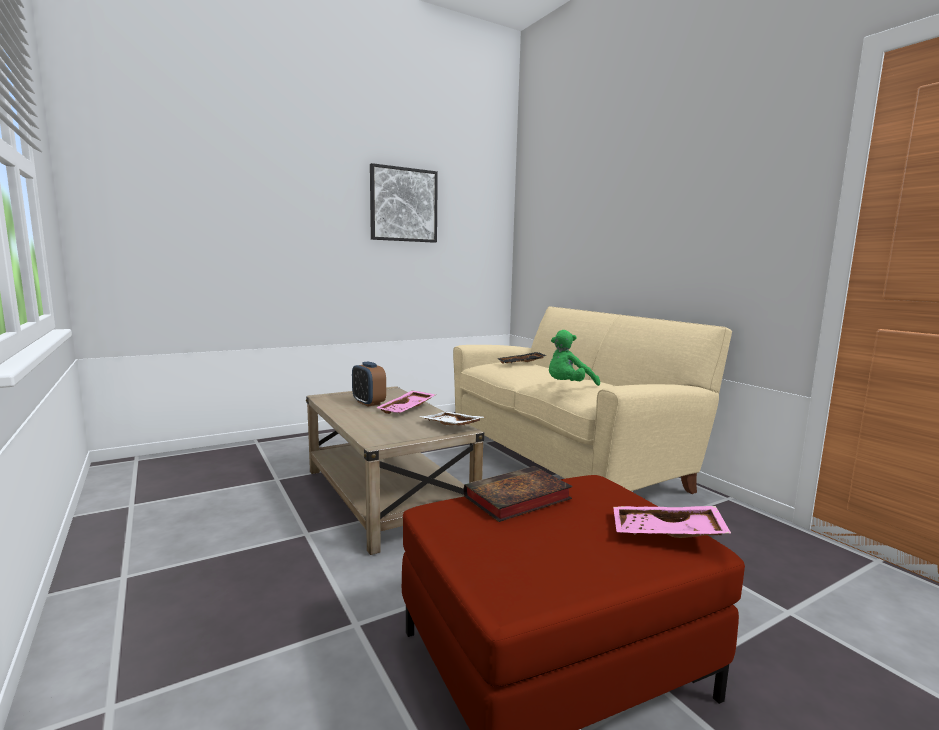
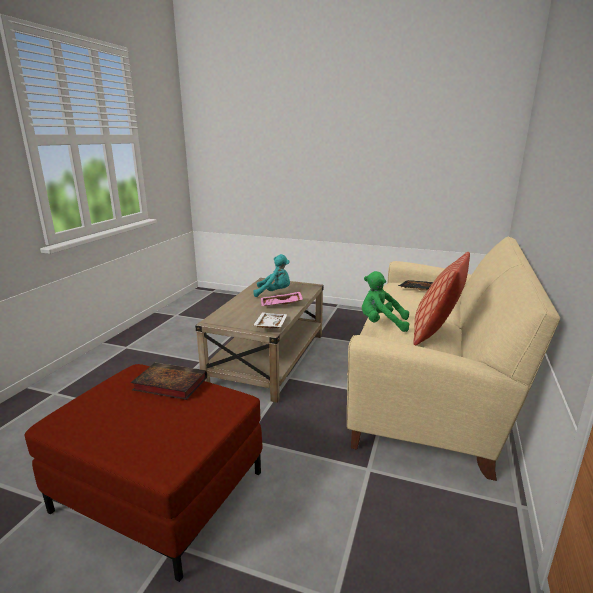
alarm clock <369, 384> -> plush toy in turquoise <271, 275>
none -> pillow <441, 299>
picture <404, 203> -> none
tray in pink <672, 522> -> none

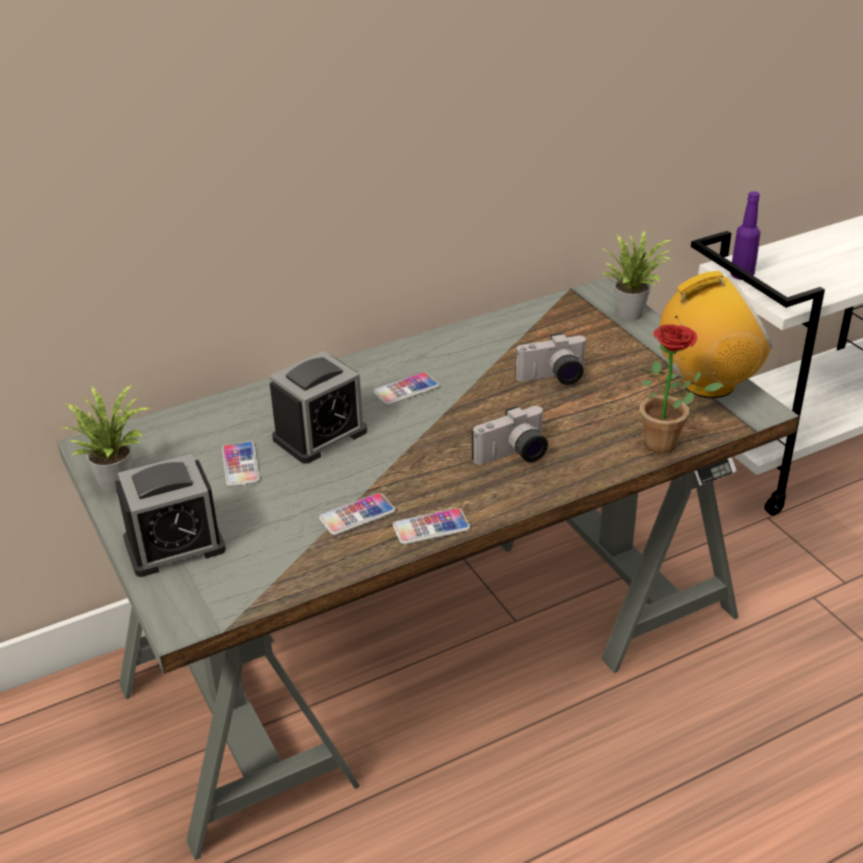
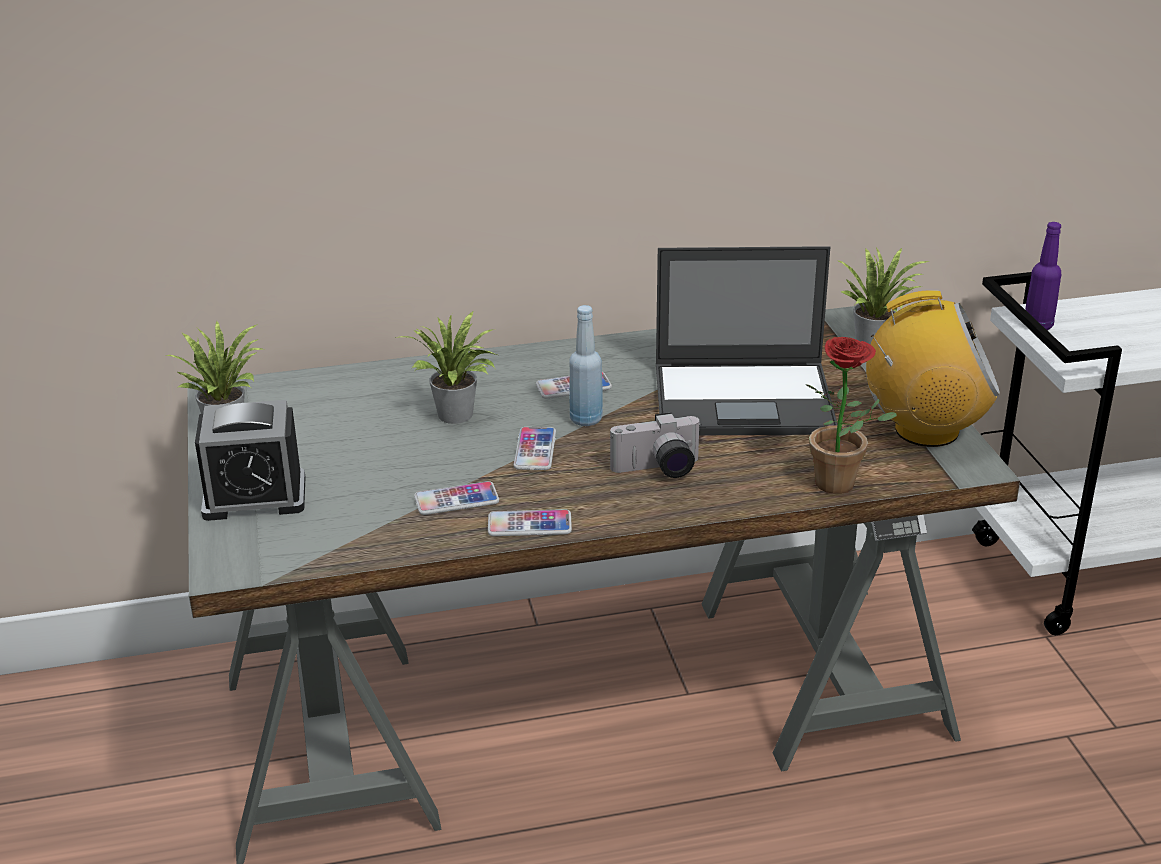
alarm clock <318, 407> -> potted plant <446, 367>
phone <241, 464> -> phone <534, 448>, shifted
none -> bottle in blue <586, 365>
photo camera <551, 359> -> laptop <746, 340>

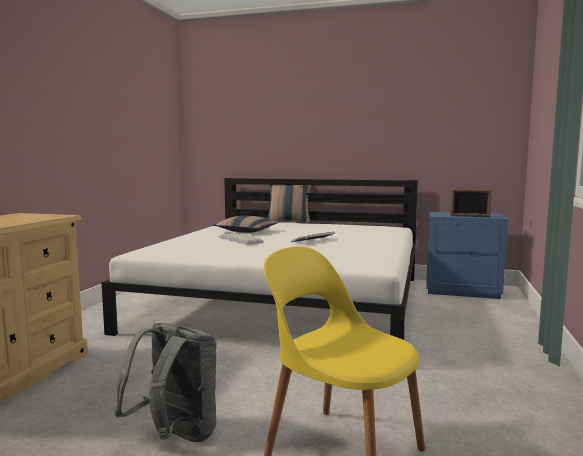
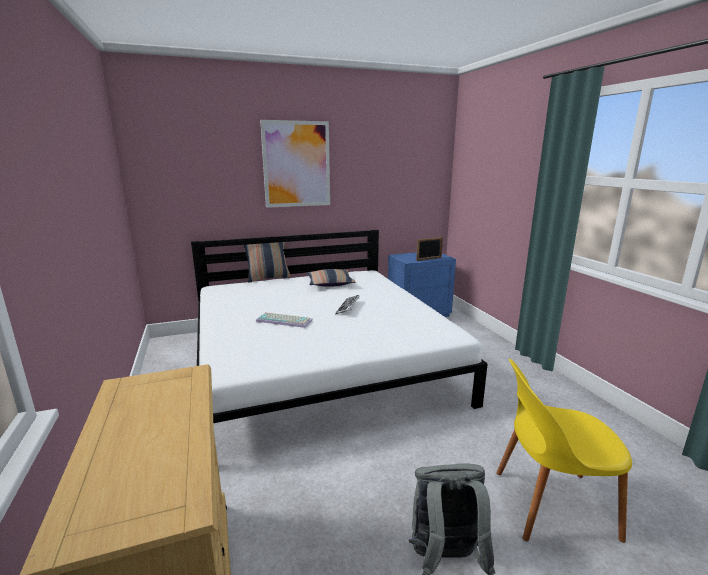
none -> picture <295, 164>
pillow <245, 224> -> pillow <331, 278>, shifted

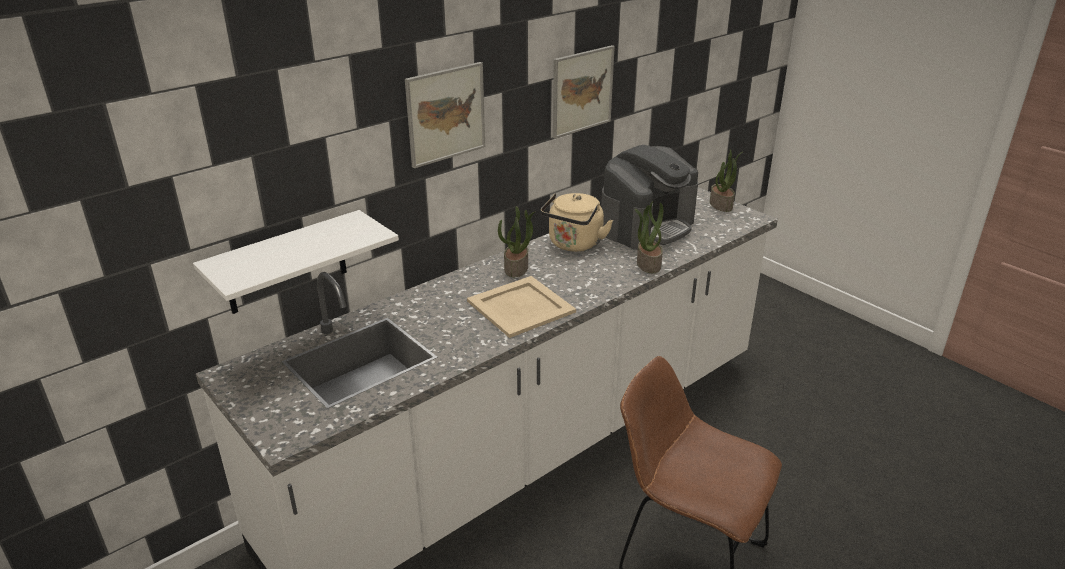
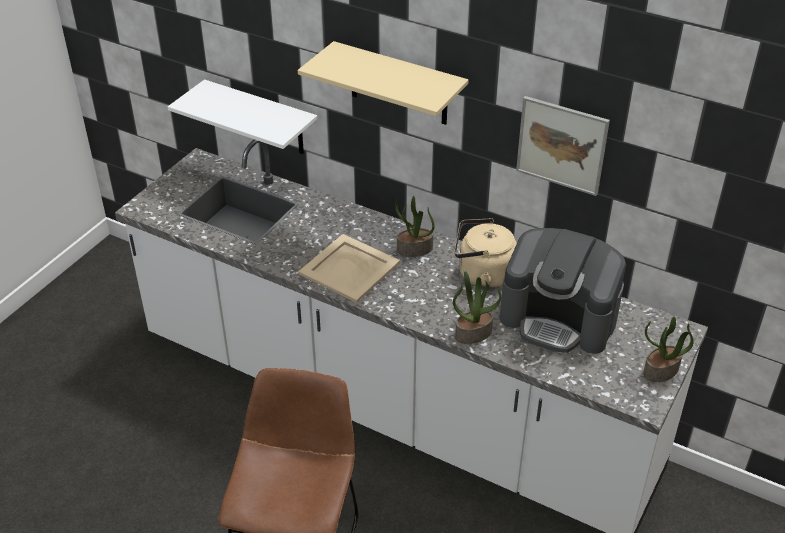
picture <445, 115> -> shelf in beige <383, 83>

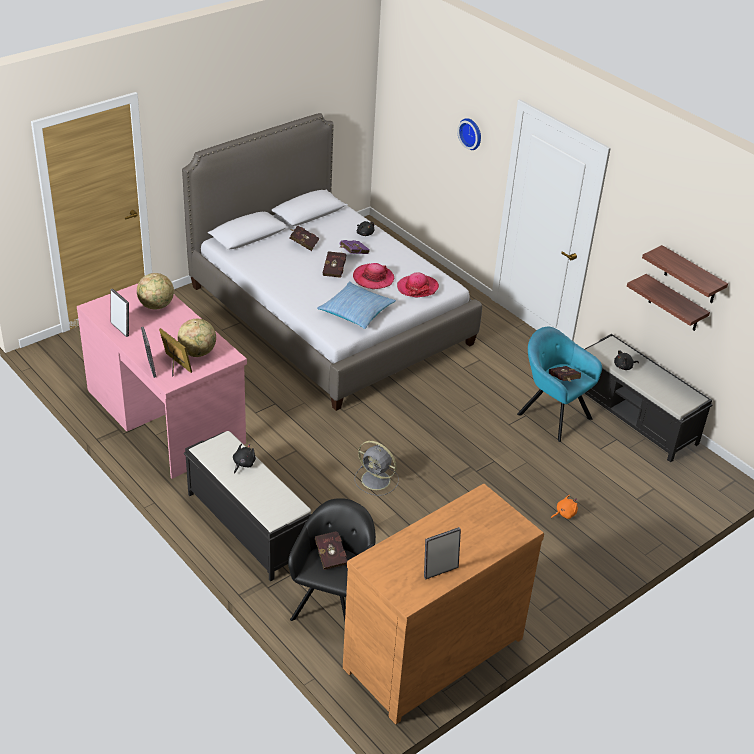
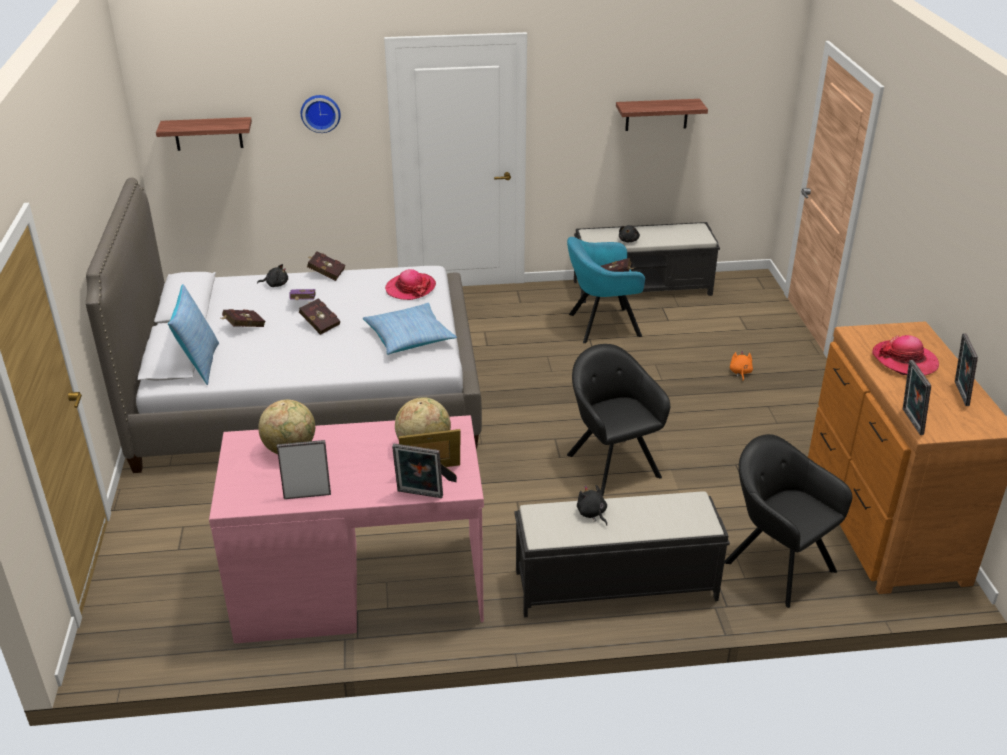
shelf <668, 302> -> shelf <204, 134>, shifted
none -> pillow <193, 335>
book in red <331, 550> -> book in red <326, 266>, shifted
fan in grey <376, 468> -> armchair in black <618, 420>
hat <373, 276> -> hat <905, 355>, shifted
none -> picture frame <917, 397>

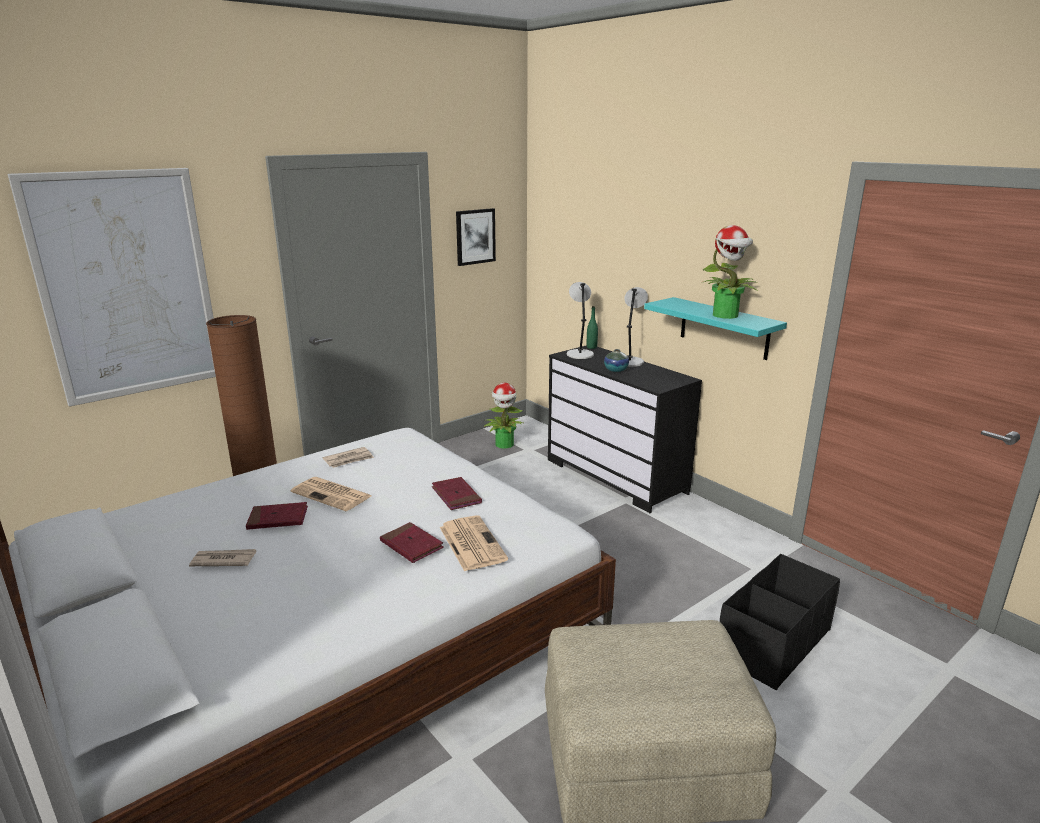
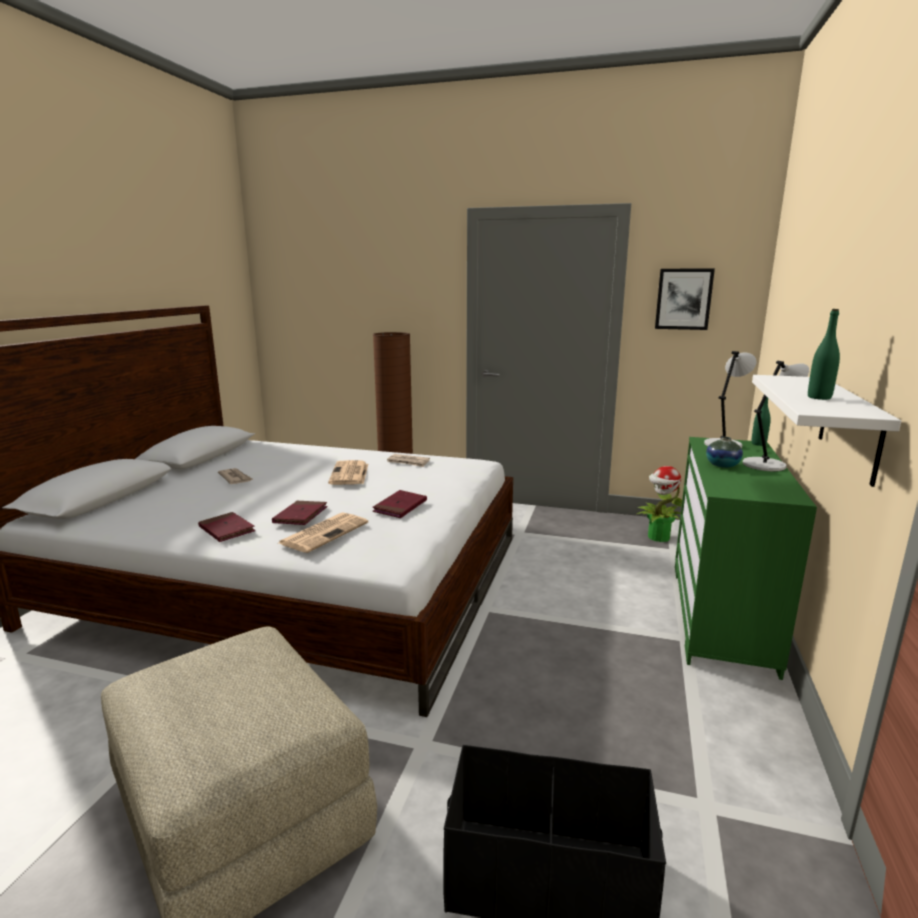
book in red <277, 516> -> book in red <226, 527>, shifted
dresser in black <625, 429> -> dresser in green <746, 558>
shelf in turquoise <715, 328> -> shelf in white <826, 431>
potted plant <729, 272> -> bottle in green <824, 354>
picture <112, 287> -> none

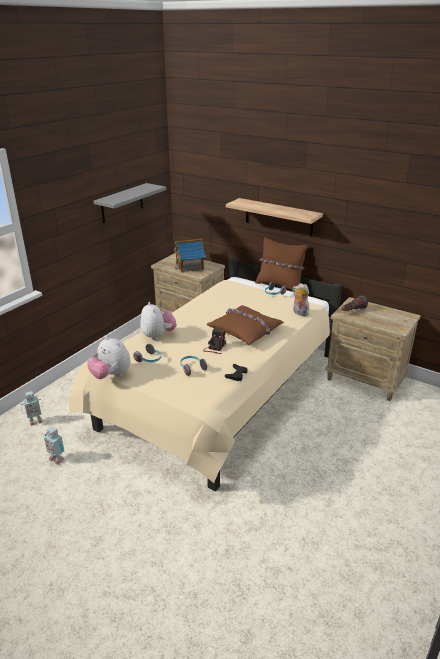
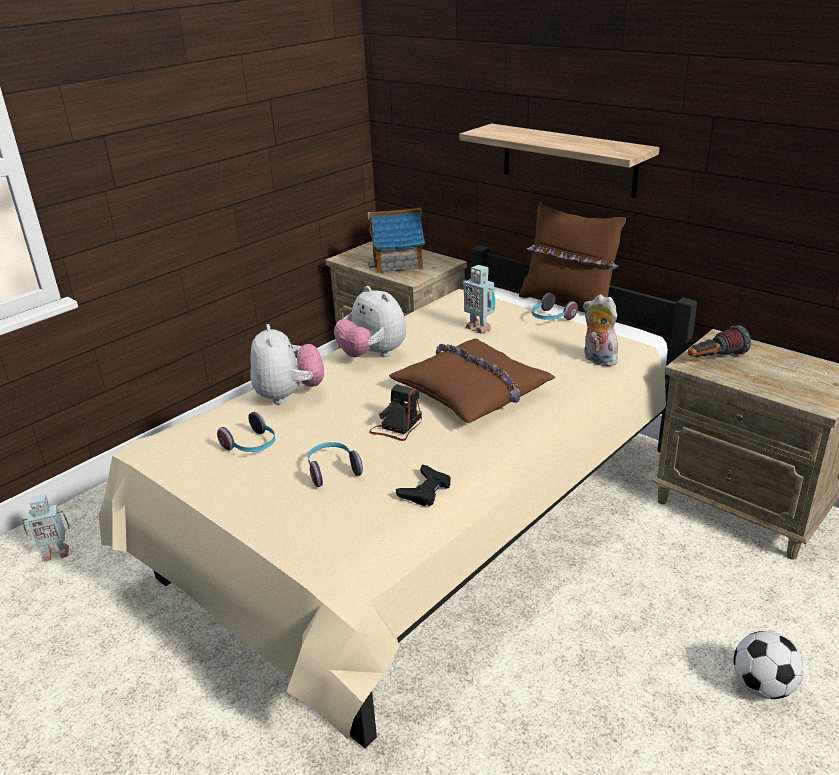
plush toy <109, 357> -> plush toy <370, 321>, shifted
toy robot <54, 446> -> toy robot <479, 299>, shifted
none -> football <769, 665>
shelf in grey <129, 203> -> none

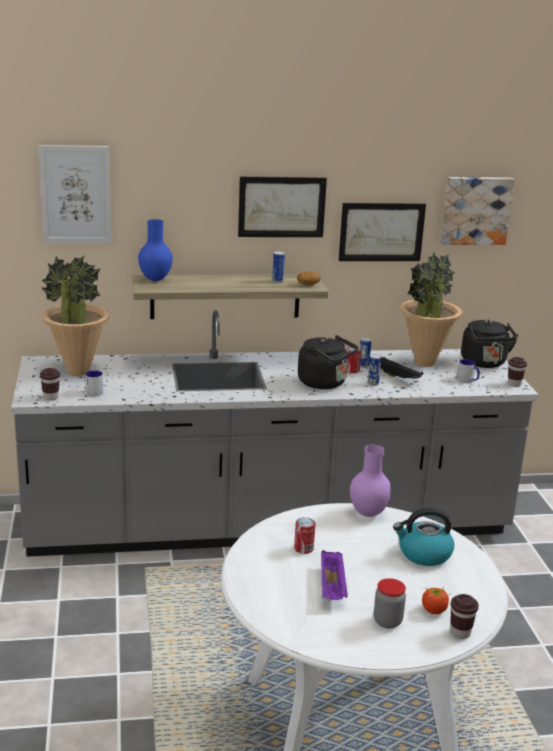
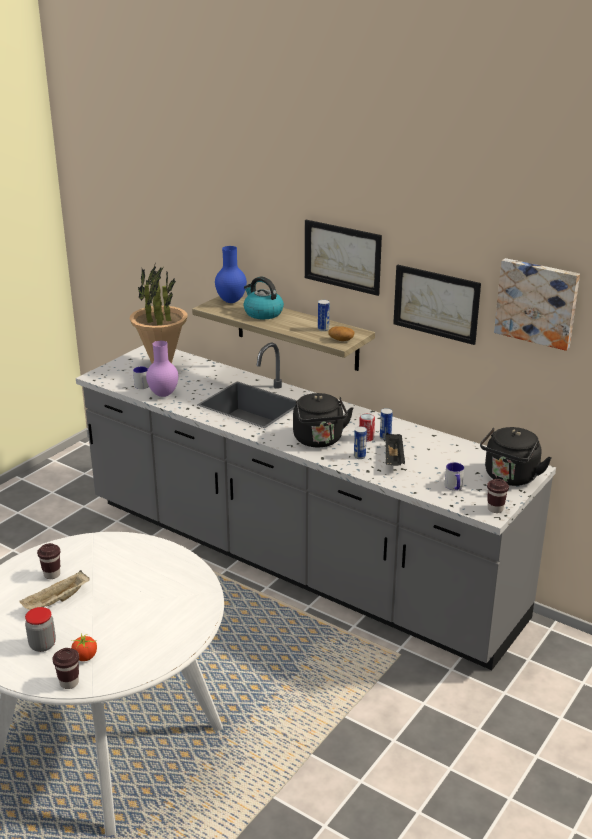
tray in purple <334, 575> -> tray in beige <54, 590>
cup in brown <50, 384> -> cup in brown <48, 561>, shifted
vase in purple <371, 481> -> vase in purple <162, 369>, shifted
kettle <423, 537> -> kettle <264, 298>, shifted
picture <75, 194> -> none
can <304, 535> -> none
potted plant <431, 309> -> none

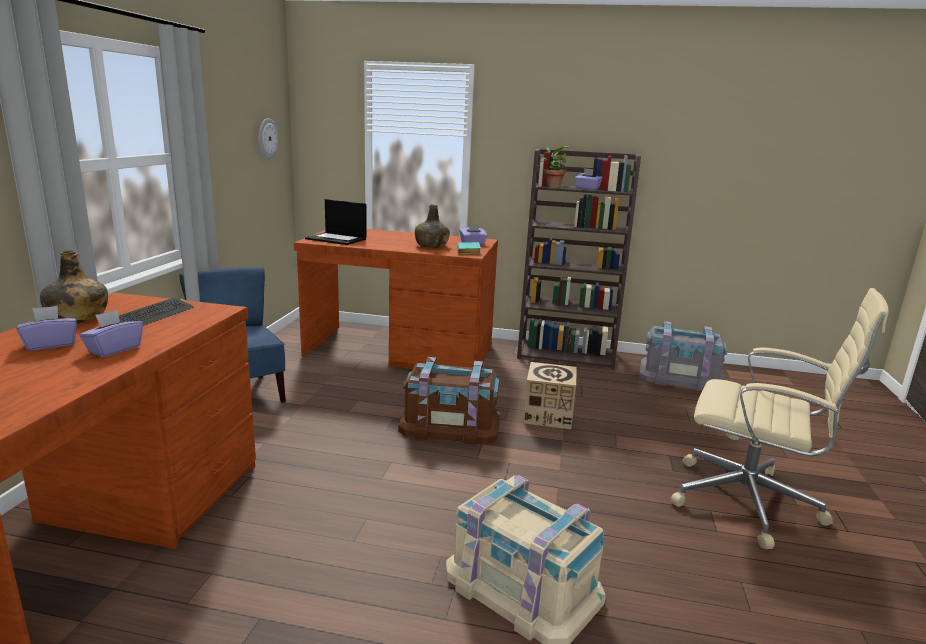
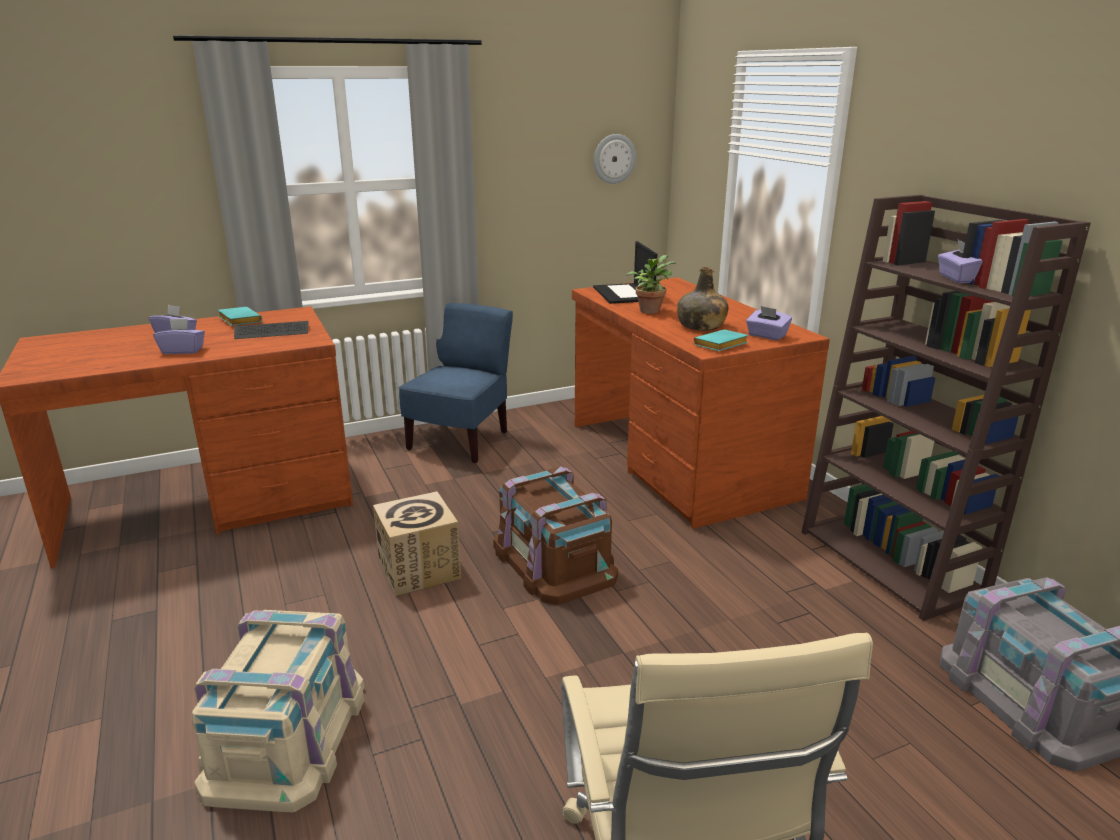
bottle in green <74, 286> -> book in turquoise <240, 316>
cardboard box <550, 395> -> cardboard box <417, 543>, shifted
potted plant <555, 167> -> potted plant <651, 284>, shifted

